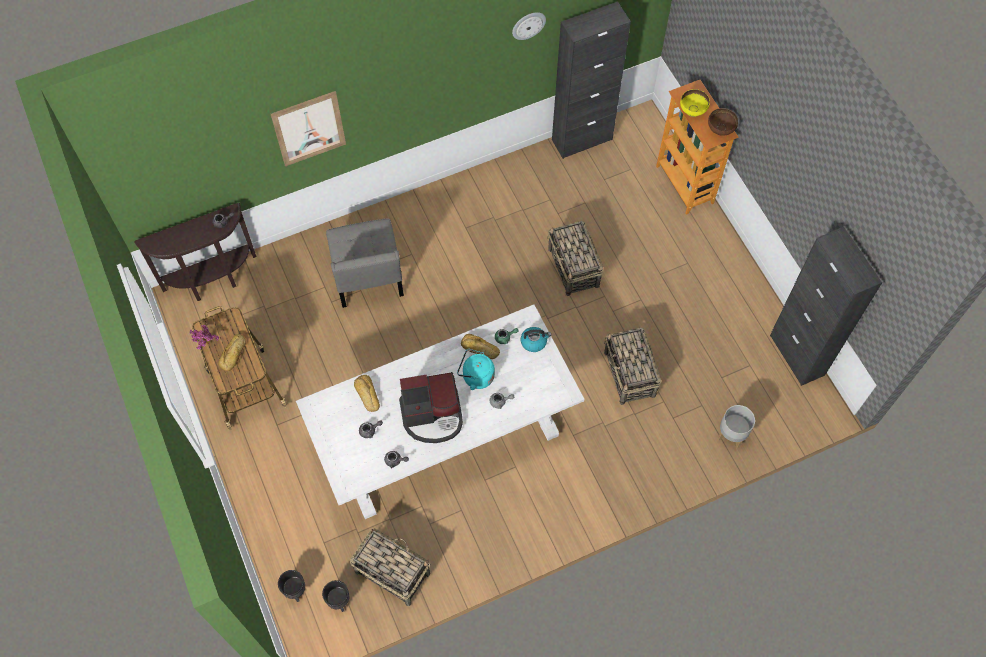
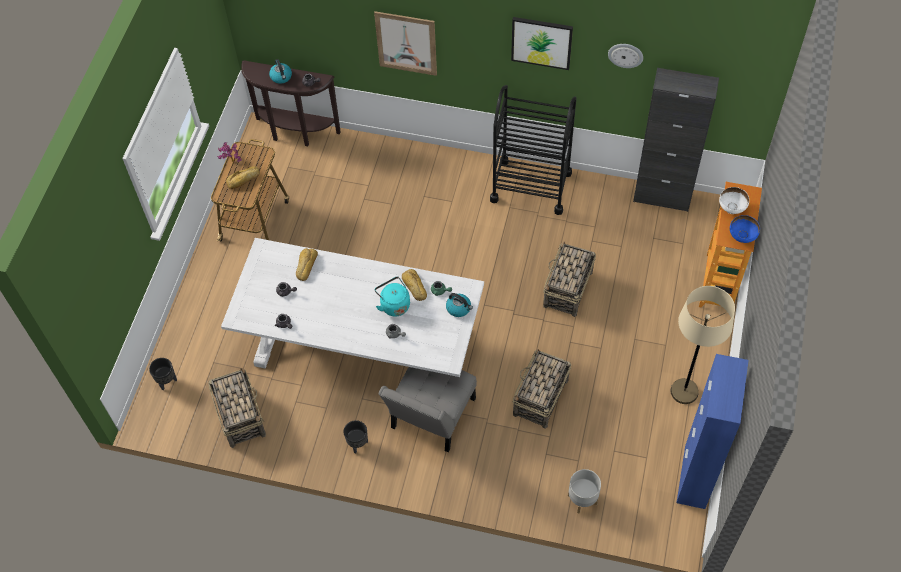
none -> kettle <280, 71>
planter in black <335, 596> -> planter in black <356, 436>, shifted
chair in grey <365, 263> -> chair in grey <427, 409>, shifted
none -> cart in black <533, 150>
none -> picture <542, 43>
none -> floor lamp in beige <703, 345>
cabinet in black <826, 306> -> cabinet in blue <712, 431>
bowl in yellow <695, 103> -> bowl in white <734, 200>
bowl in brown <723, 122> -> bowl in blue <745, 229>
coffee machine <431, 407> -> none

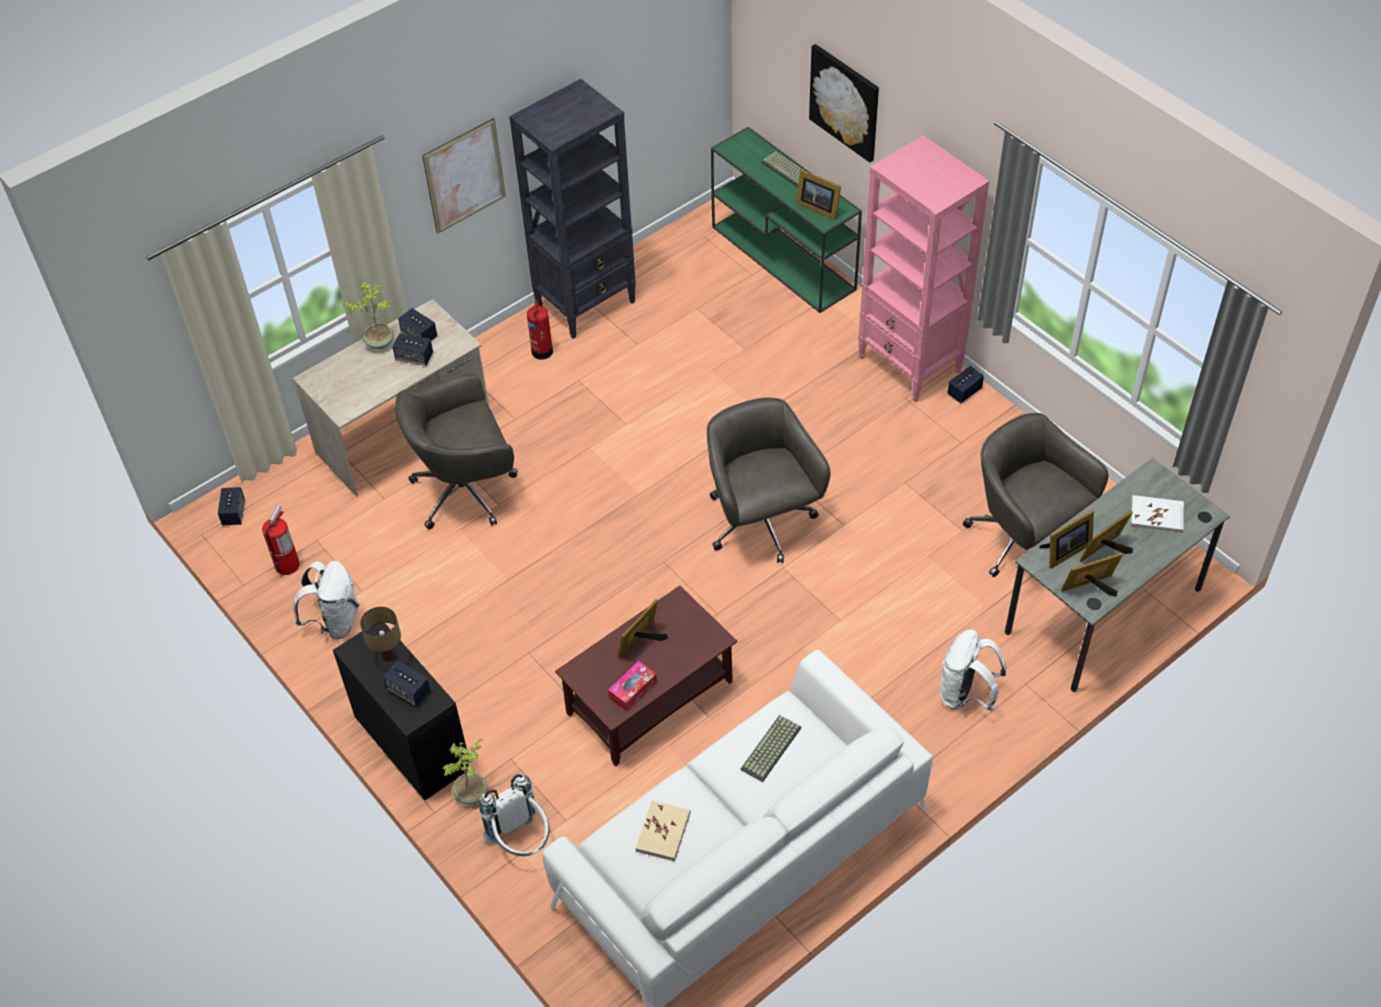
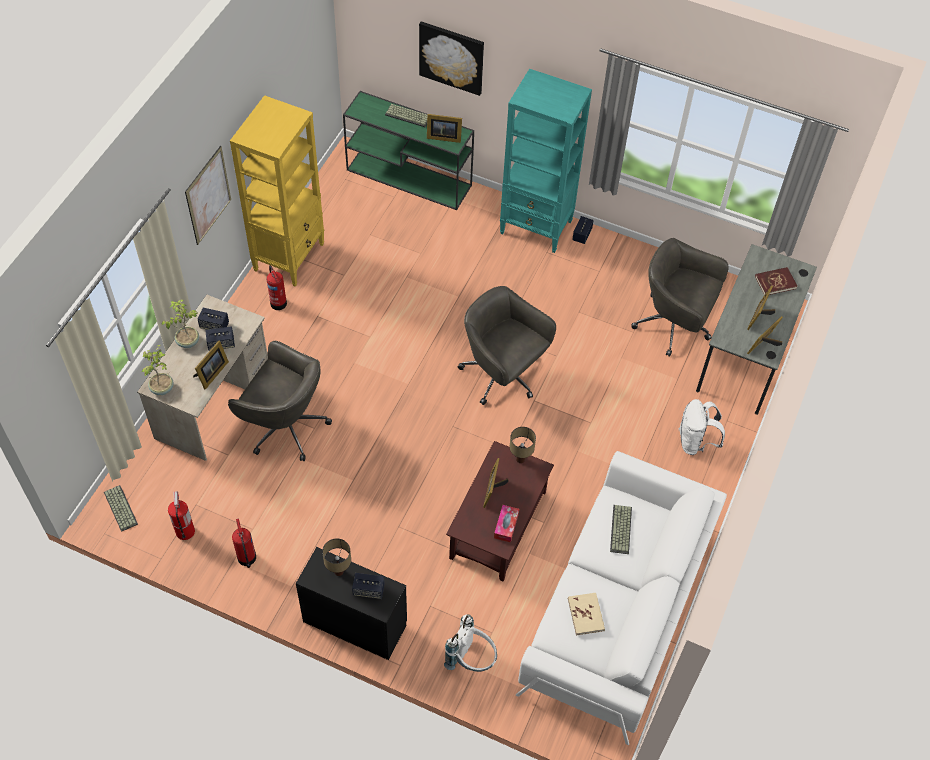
speaker <231, 506> -> keyboard <121, 508>
potted plant <465, 772> -> potted plant <158, 370>, shifted
picture frame <1066, 539> -> picture frame <211, 365>, shifted
office chair in grey <456, 451> -> office chair in grey <280, 401>, 105 degrees counterclockwise
bookcase in black <572, 209> -> bookcase in yellow <277, 191>
backpack in white <326, 600> -> fire extinguisher <244, 543>
bookcase in pink <923, 268> -> bookcase in turquoise <546, 161>
none -> table lamp <522, 445>
book in white <1157, 514> -> book in red <776, 281>

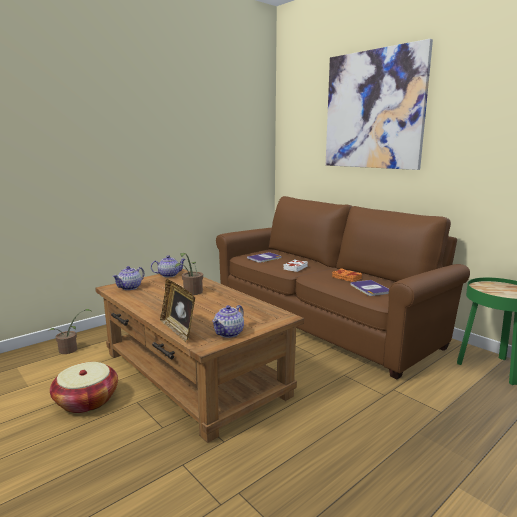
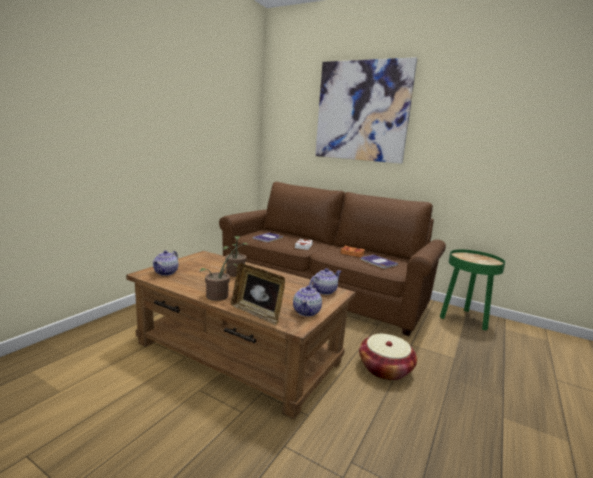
potted plant <70, 331> -> potted plant <225, 272>, shifted
teapot <168, 266> -> teapot <325, 281>, shifted
basket <84, 387> -> basket <388, 357>, shifted

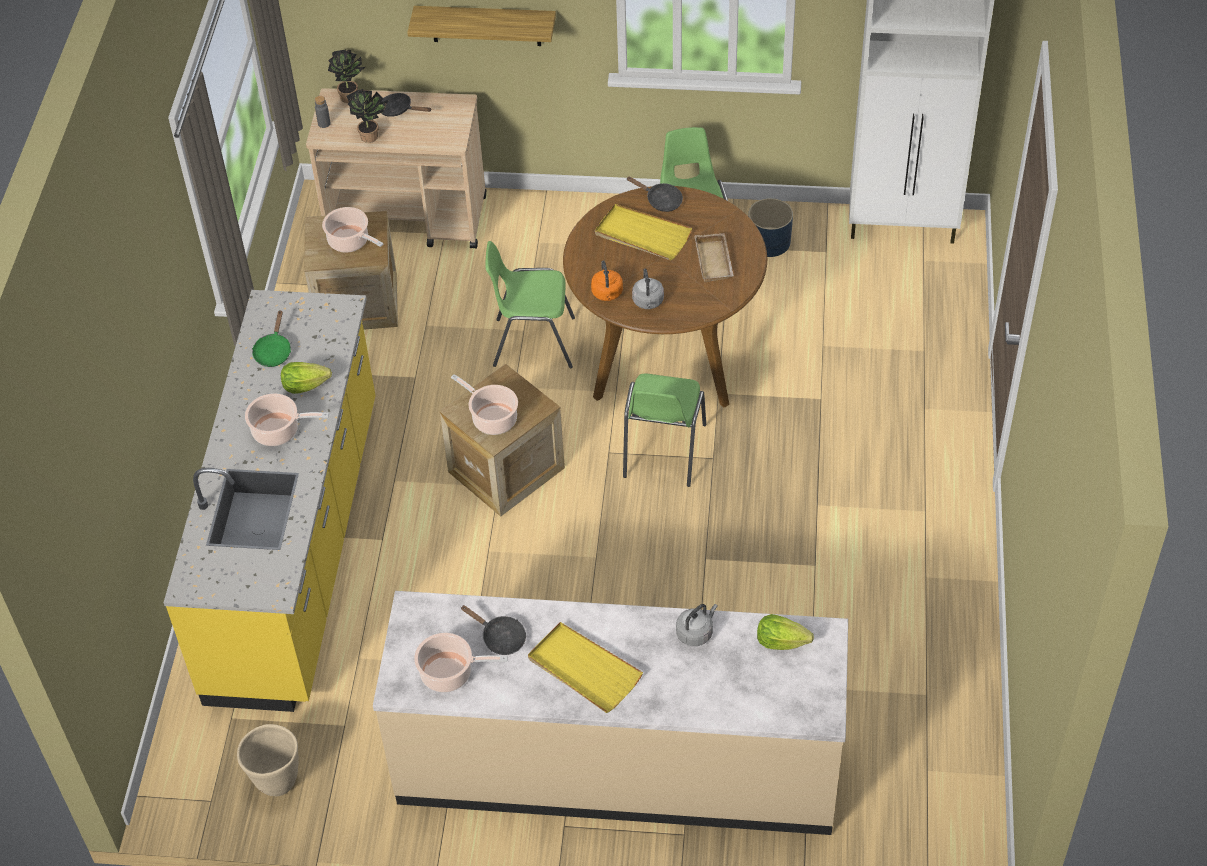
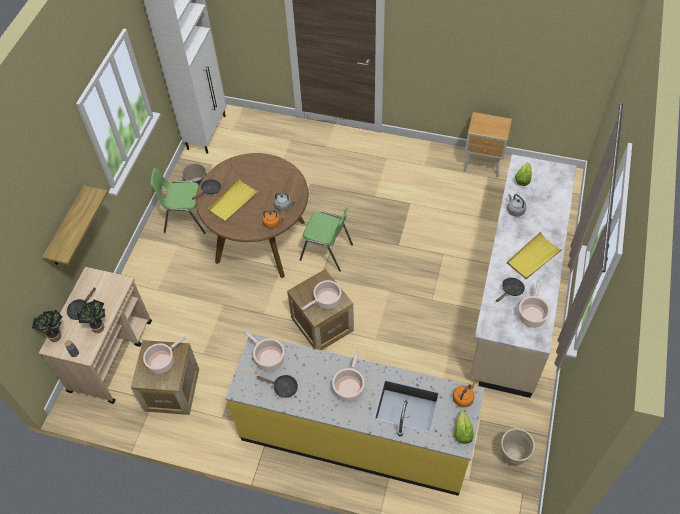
none -> cooking pot <264, 350>
frying pan in green <271, 338> -> frying pan in black <277, 386>
none -> kettle in orange <464, 395>
lettuce <306, 378> -> lettuce <464, 427>, shifted
none -> nightstand in brown <487, 144>
chair in green <530, 304> -> none
tray in beige <714, 257> -> none

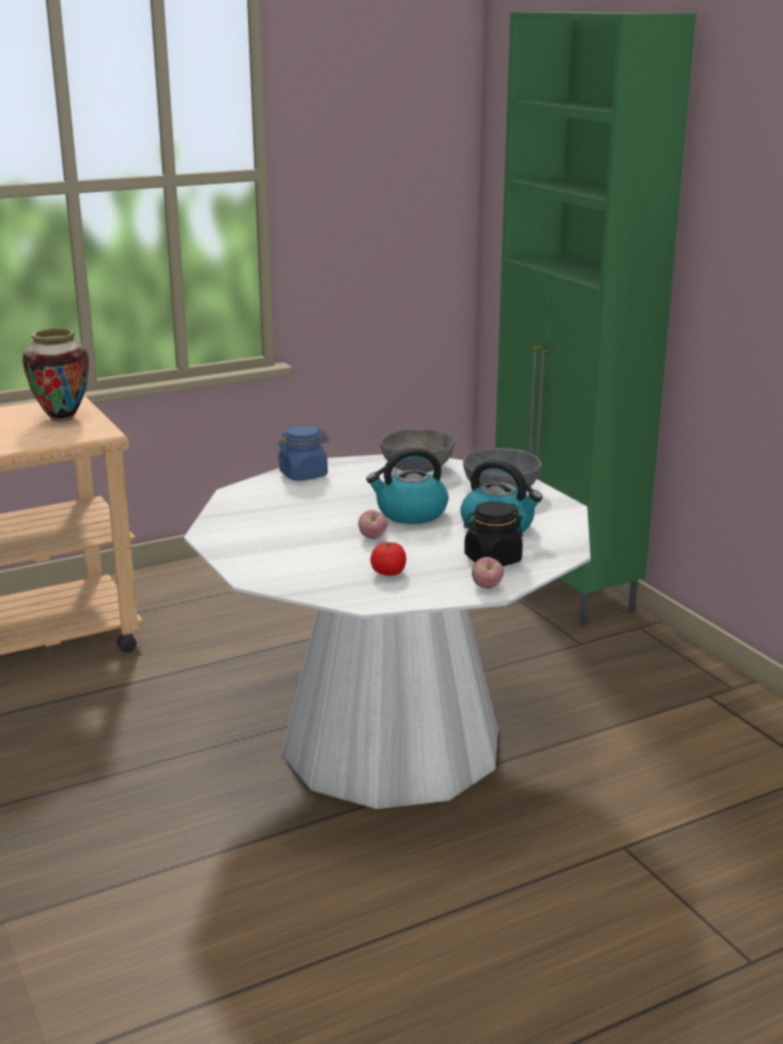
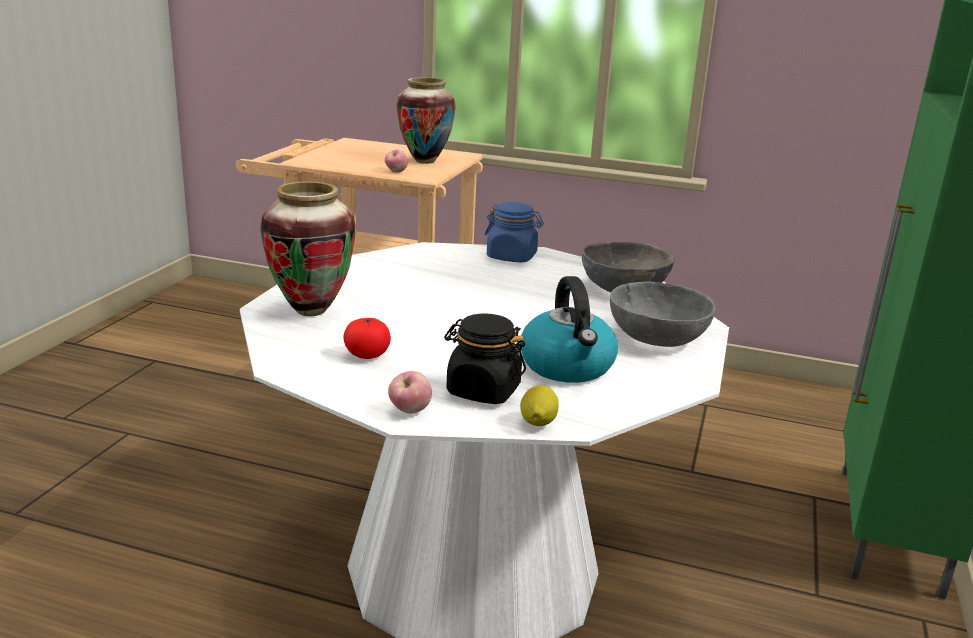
none -> vase <308, 248>
apple <373, 524> -> apple <396, 161>, shifted
none -> lemon <539, 405>
kettle <407, 486> -> none

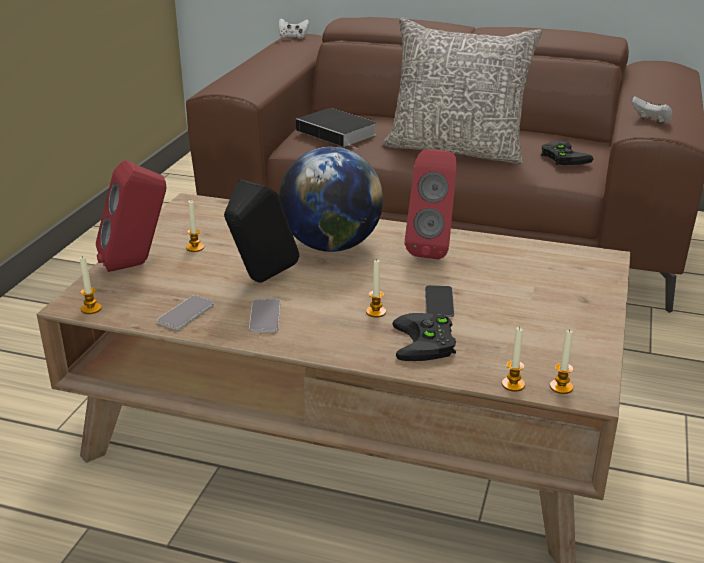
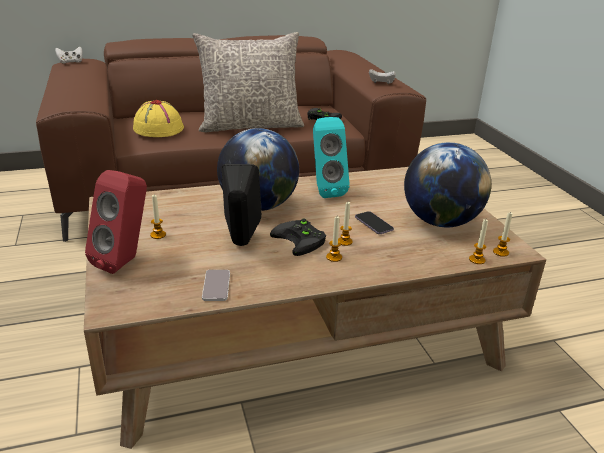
book <336, 128> -> hat in yellow <158, 118>
game controller in black <424, 337> -> game controller in black <298, 237>, shifted
speaker in red <431, 204> -> speaker in turquoise <331, 157>
candle <91, 285> -> candle <334, 239>, shifted
none -> globe <447, 184>
phone <264, 316> -> none

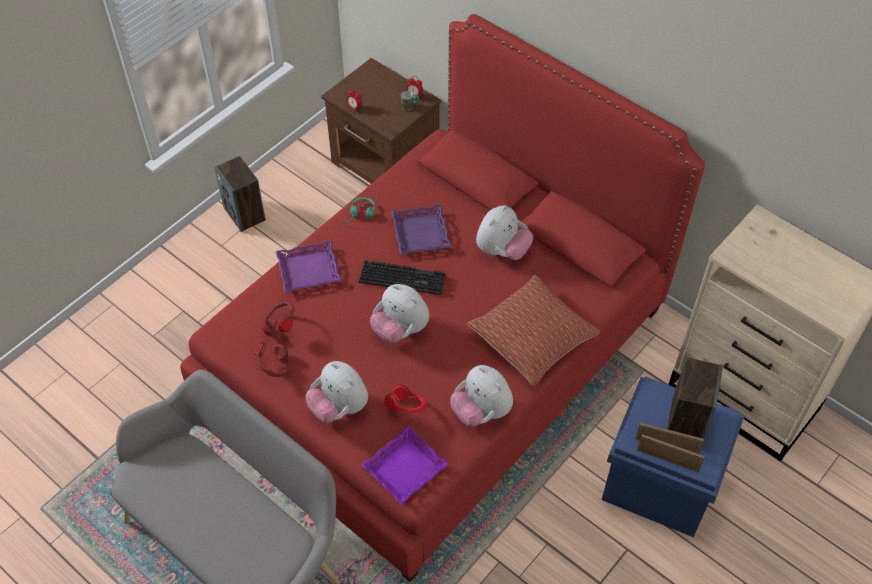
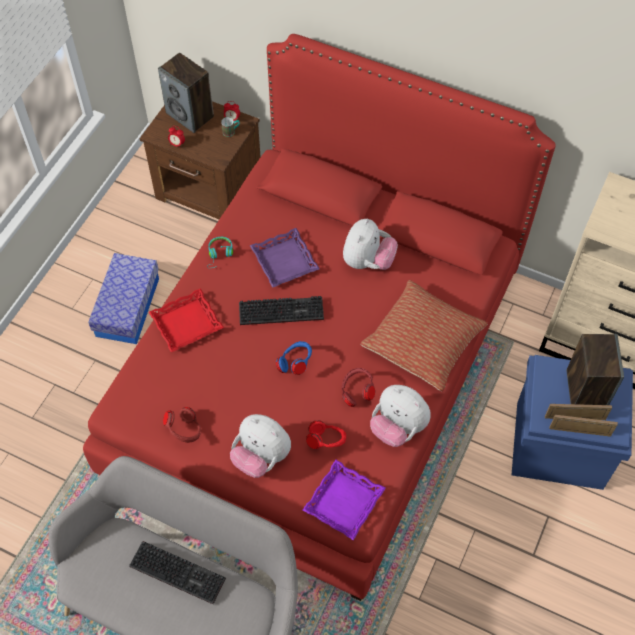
none -> storage box <123, 298>
none -> keyboard <177, 572>
tray in purple <308, 266> -> tray in red <186, 320>
speaker <240, 194> -> speaker <186, 93>, shifted
plush toy <399, 313> -> headphones in blue <294, 358>
headphones in red <277, 318> -> headphones in red <358, 387>, shifted

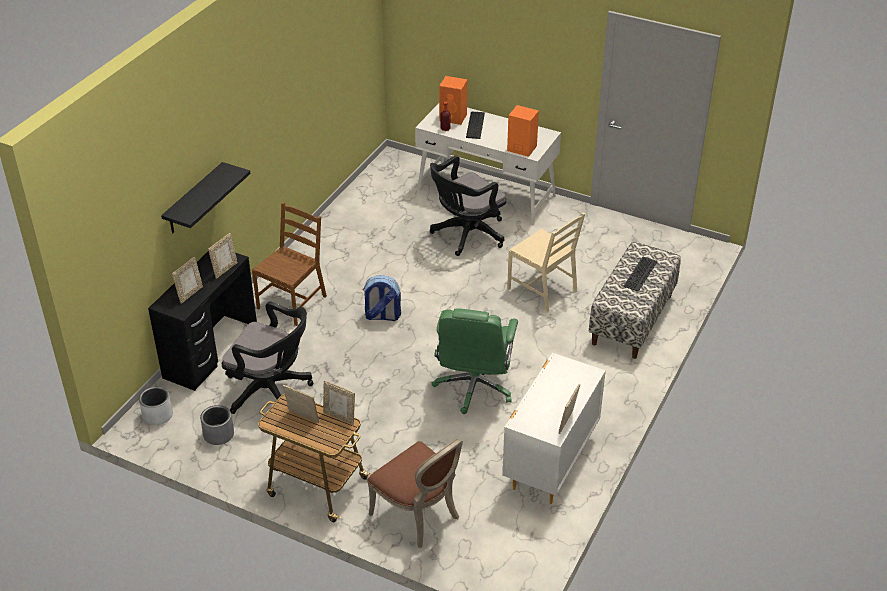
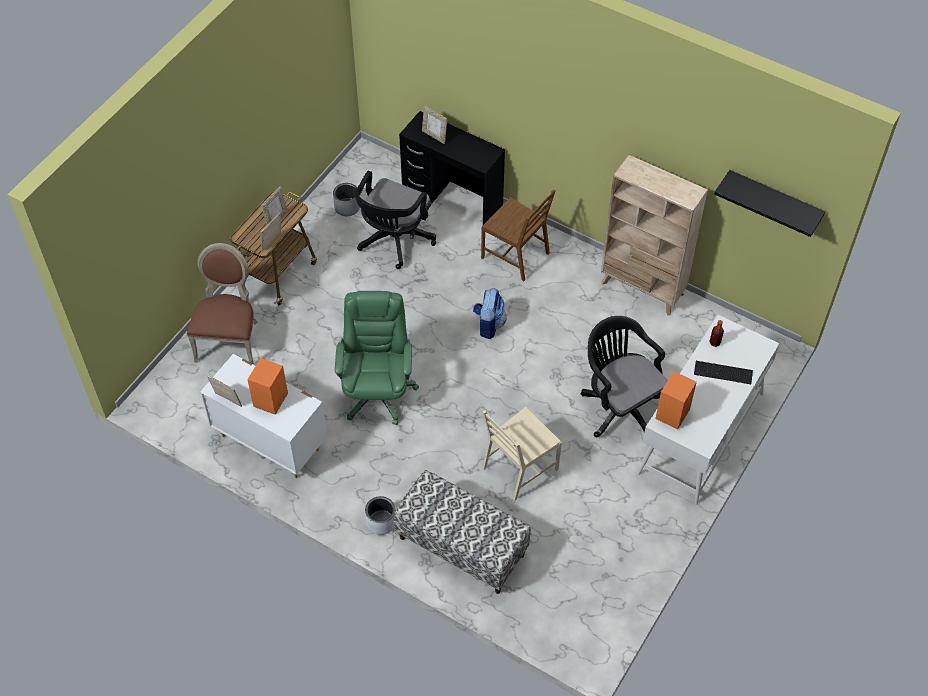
chair in brown <415, 493> -> chair in brown <222, 303>, 135 degrees clockwise
speaker in orange <453, 100> -> speaker in orange <267, 386>, shifted
office chair in green <475, 361> -> office chair in green <377, 358>, 75 degrees clockwise
planter in grey <156, 405> -> planter in grey <380, 515>, shifted
none -> bookcase in beige <654, 235>
shelf in black <205, 197> -> shelf in black <770, 203>, shifted
picture frame <223, 256> -> none
keyboard <640, 274> -> none

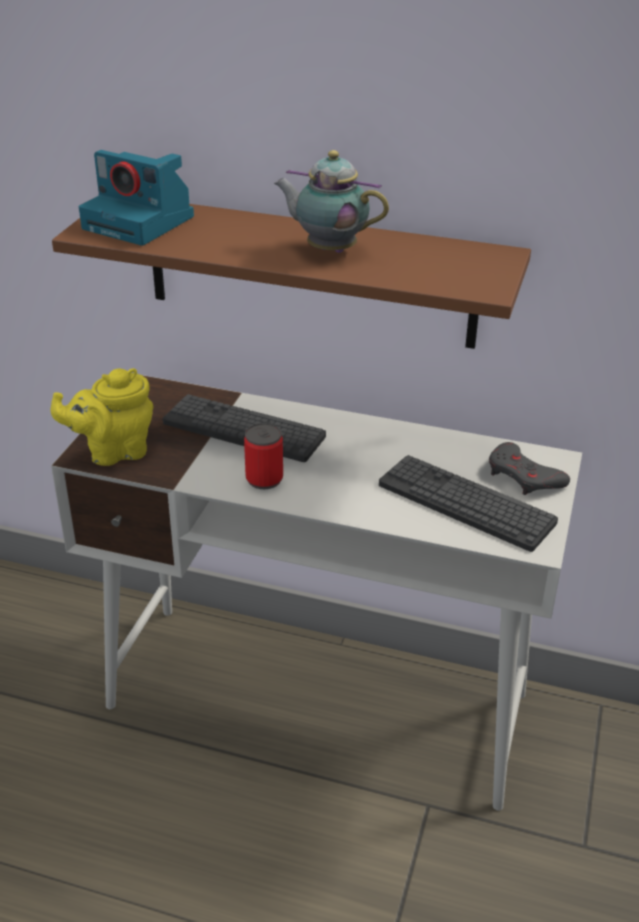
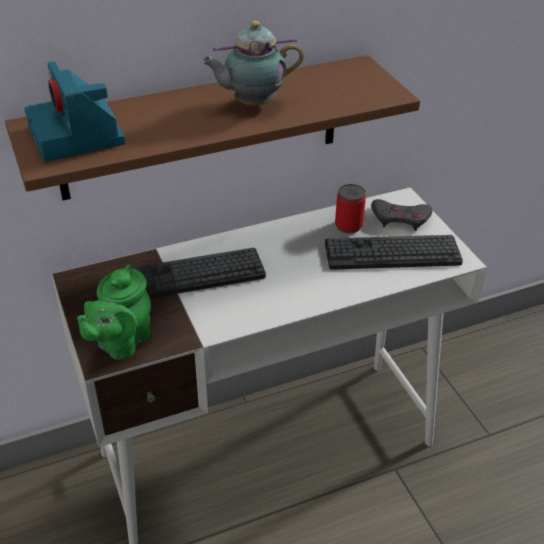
photo camera <136, 198> -> photo camera <74, 112>, 75 degrees clockwise
teapot in yellow <102, 417> -> teapot in green <114, 312>
can <263, 456> -> can <350, 208>, shifted

